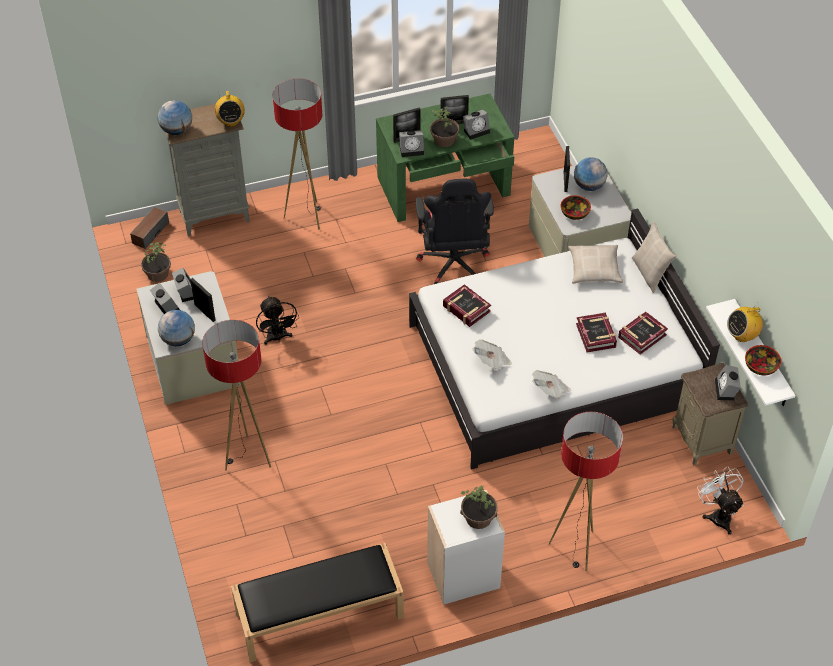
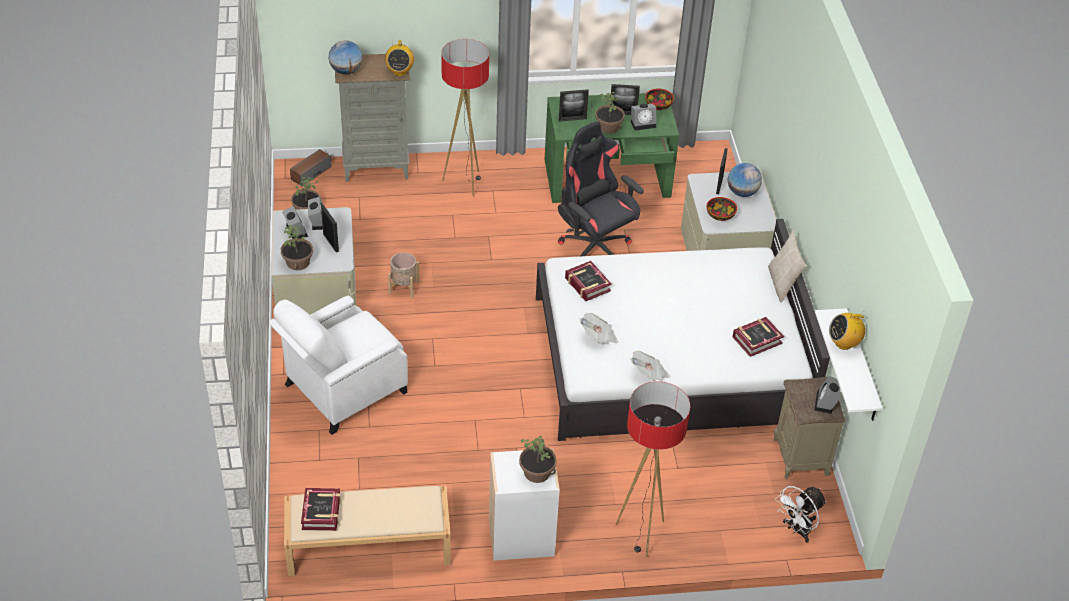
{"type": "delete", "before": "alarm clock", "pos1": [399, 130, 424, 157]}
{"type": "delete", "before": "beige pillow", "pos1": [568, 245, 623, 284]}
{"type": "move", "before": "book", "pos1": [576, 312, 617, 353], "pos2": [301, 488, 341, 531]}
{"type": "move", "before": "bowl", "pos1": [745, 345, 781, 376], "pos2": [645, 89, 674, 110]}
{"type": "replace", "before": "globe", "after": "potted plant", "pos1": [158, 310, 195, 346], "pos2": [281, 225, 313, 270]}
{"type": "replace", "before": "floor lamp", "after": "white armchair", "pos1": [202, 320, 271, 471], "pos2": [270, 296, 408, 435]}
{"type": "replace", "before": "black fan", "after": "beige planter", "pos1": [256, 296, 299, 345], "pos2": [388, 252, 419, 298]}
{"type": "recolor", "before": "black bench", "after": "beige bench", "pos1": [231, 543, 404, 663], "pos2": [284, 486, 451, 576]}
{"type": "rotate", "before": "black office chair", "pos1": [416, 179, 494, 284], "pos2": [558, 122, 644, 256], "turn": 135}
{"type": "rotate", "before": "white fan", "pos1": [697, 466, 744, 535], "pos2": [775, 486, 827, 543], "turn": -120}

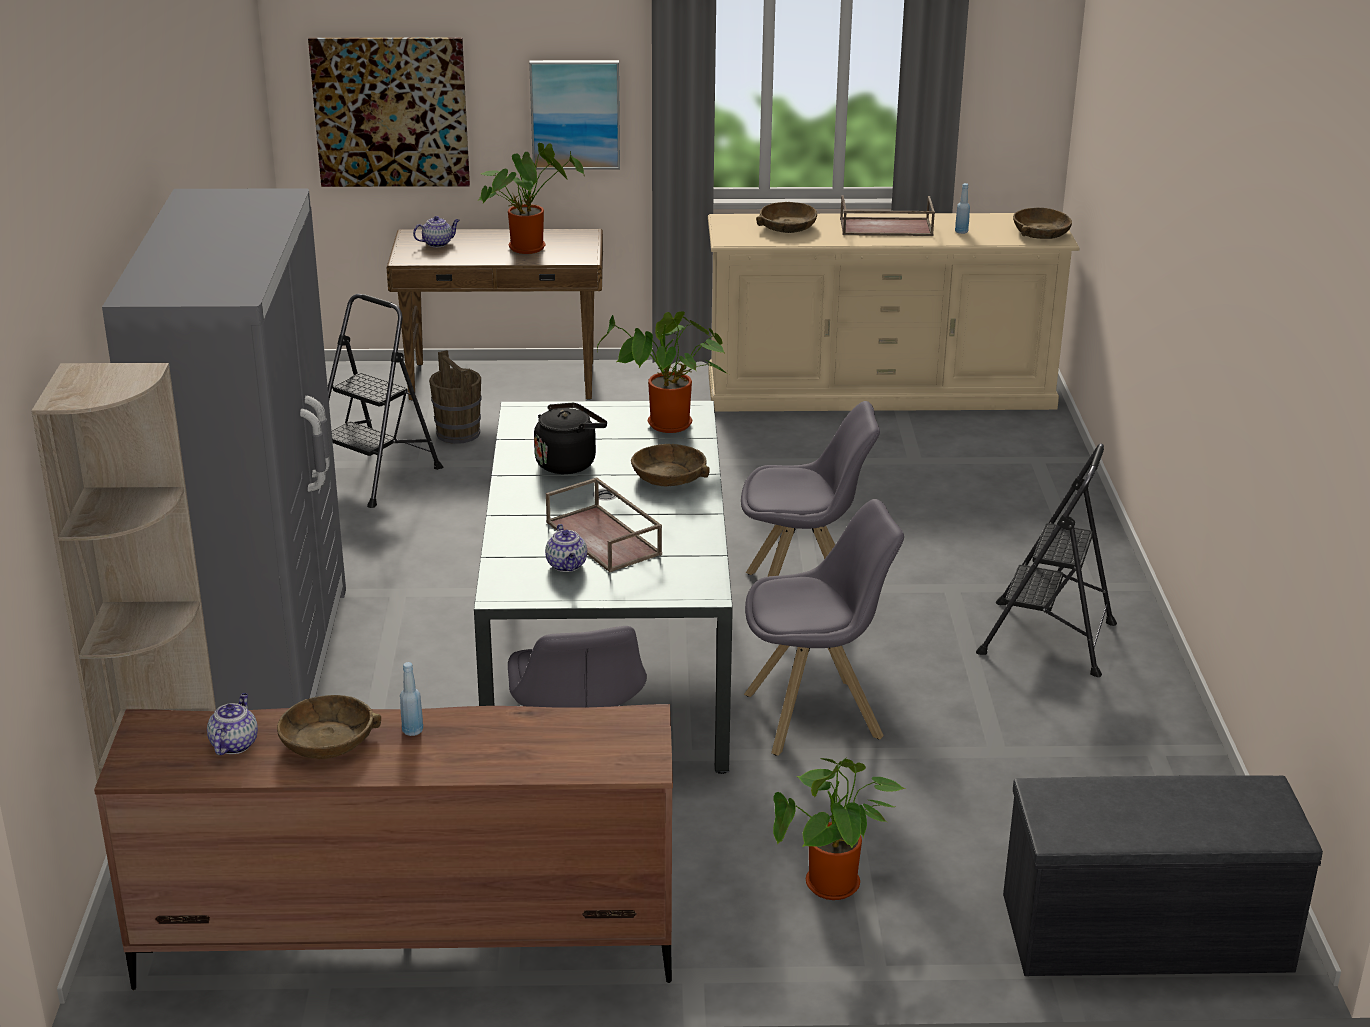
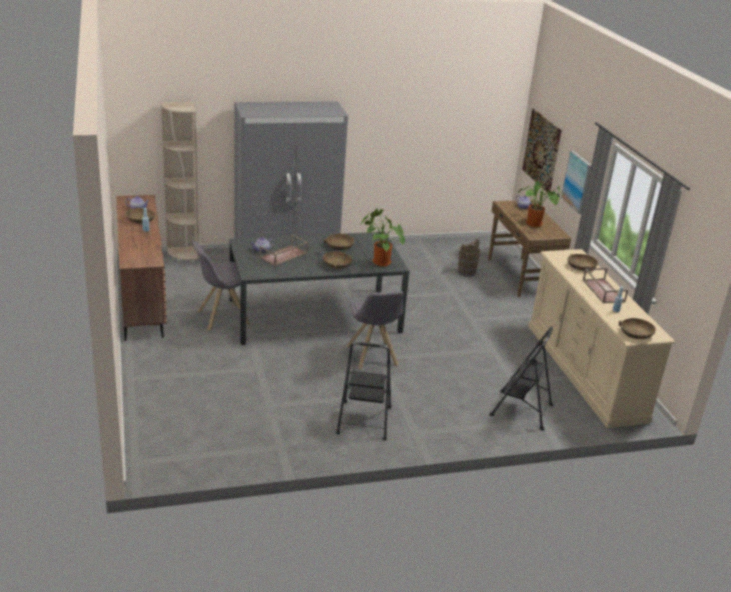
{"type": "delete", "before": "grey chair", "pos1": [744, 499, 904, 756]}
{"type": "delete", "before": "potted plant", "pos1": [773, 757, 905, 900]}
{"type": "delete", "before": "grey bench", "pos1": [1003, 775, 1323, 976]}
{"type": "move", "before": "black step ladder", "pos1": [328, 294, 443, 508], "pos2": [489, 326, 554, 431]}
{"type": "replace", "before": "black kettle", "after": "brown bowl", "pos1": [534, 403, 607, 474], "pos2": [324, 234, 355, 250]}

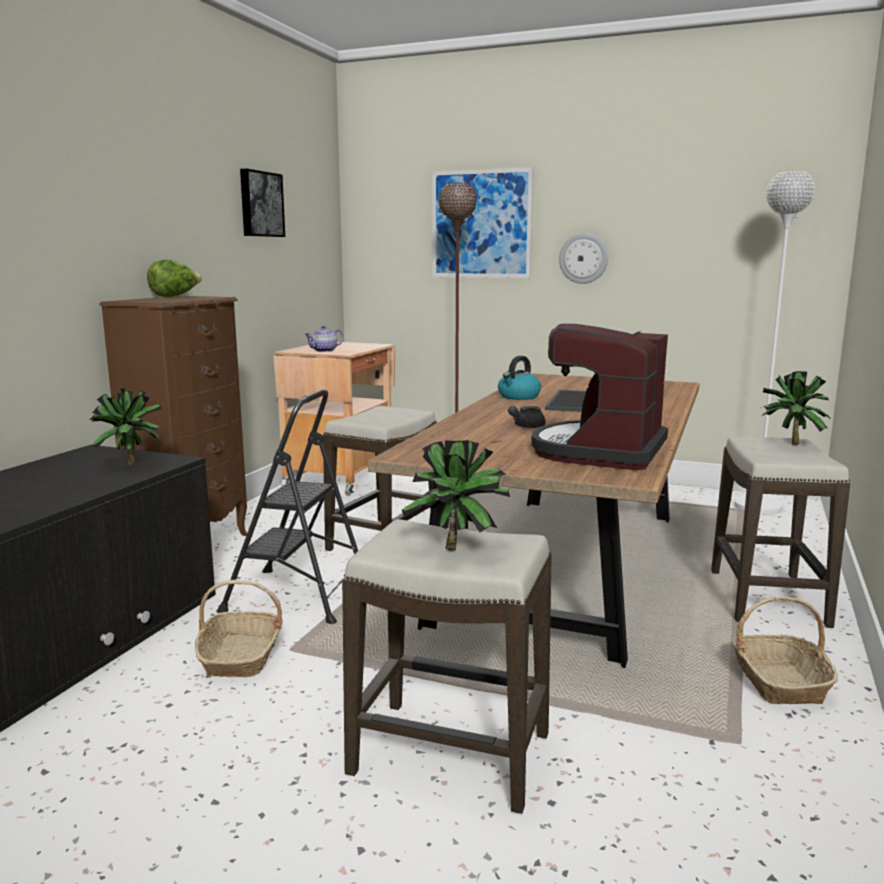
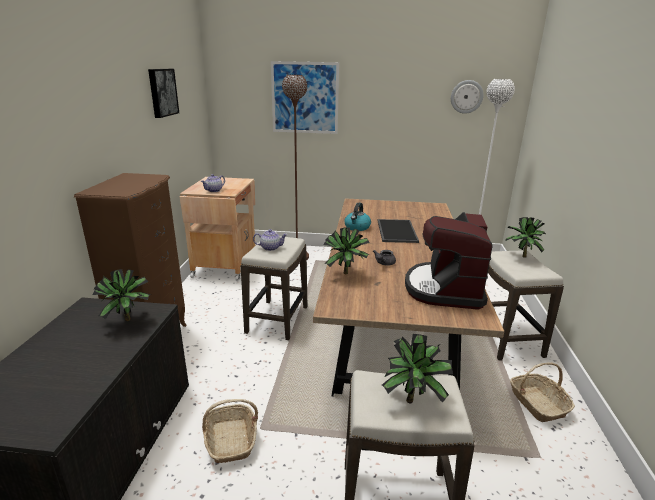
{"type": "delete", "before": "lettuce", "pos1": [147, 259, 202, 297]}
{"type": "delete", "before": "black step ladder", "pos1": [217, 389, 358, 624]}
{"type": "insert", "after": "teapot", "pos2": [253, 229, 287, 251]}
{"type": "insert", "after": "potted plant", "pos2": [323, 227, 370, 274]}
{"type": "move", "before": "wall clock", "pos1": [559, 233, 608, 284], "pos2": [451, 80, 484, 114]}

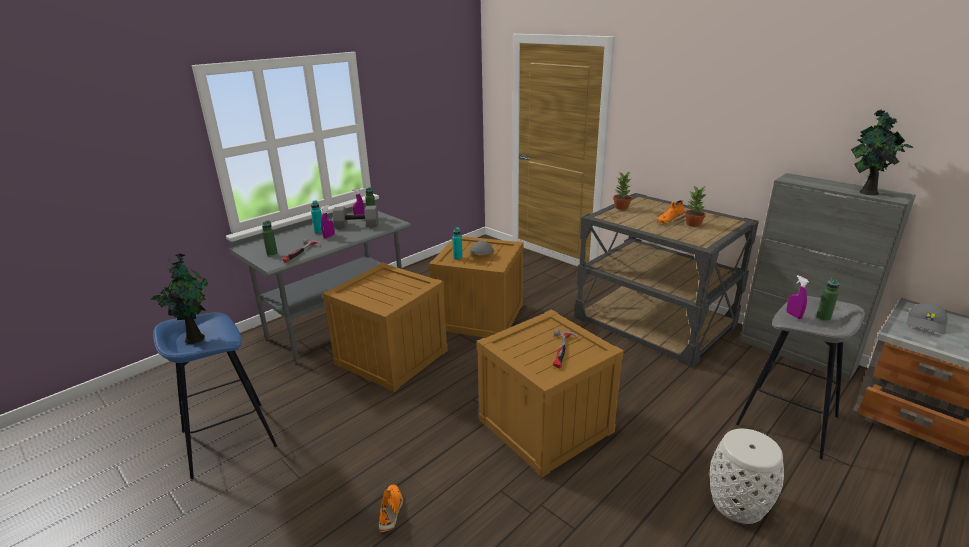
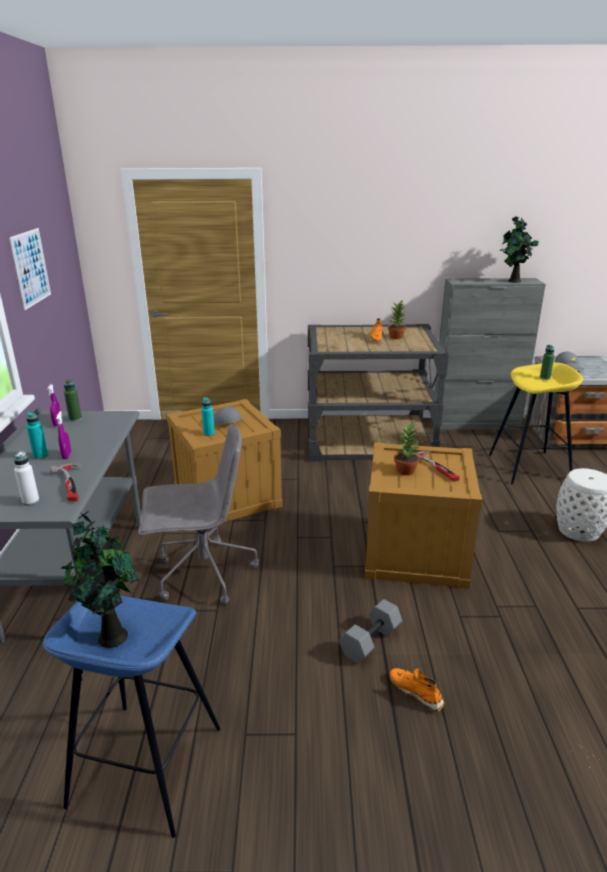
{"type": "delete", "before": "purple spray bottle", "pos1": [786, 275, 809, 319]}
{"type": "insert", "after": "picture", "pos2": [9, 228, 51, 310]}
{"type": "move", "before": "grey dumbbell", "pos1": [333, 205, 378, 228], "pos2": [339, 599, 402, 664]}
{"type": "move", "before": "potted plant", "pos1": [613, 171, 632, 210], "pos2": [394, 423, 421, 475]}
{"type": "replace", "before": "crate", "after": "grey office chair", "pos1": [322, 263, 448, 392], "pos2": [138, 423, 259, 605]}
{"type": "recolor", "before": "green bottle", "after": "white bottle", "pos1": [262, 220, 278, 257], "pos2": [14, 451, 39, 506]}
{"type": "recolor", "before": "grey stool", "after": "yellow stool", "pos1": [736, 296, 865, 459], "pos2": [489, 362, 583, 484]}

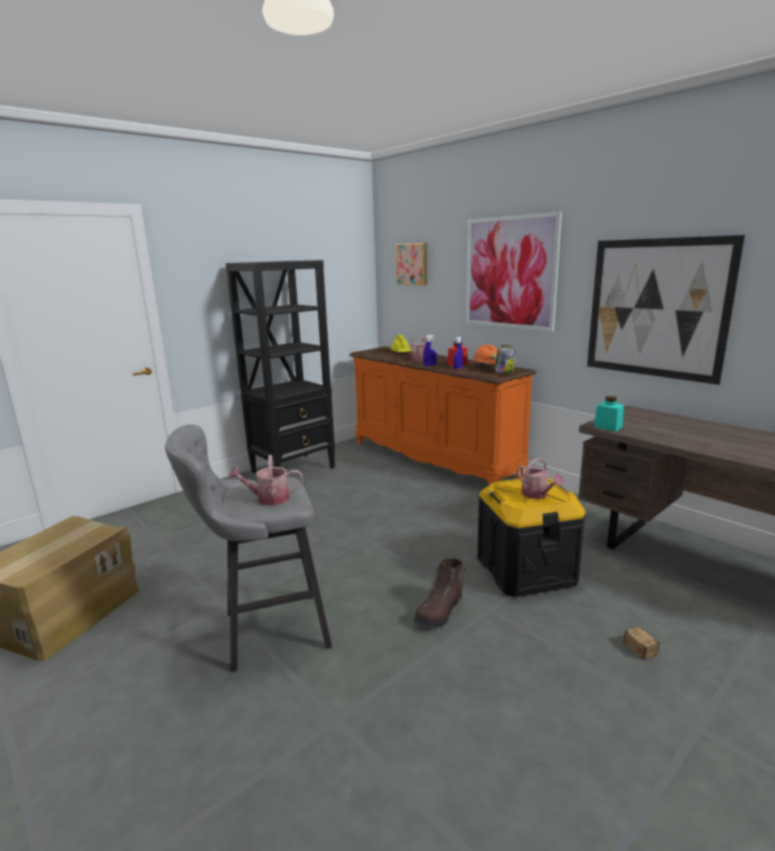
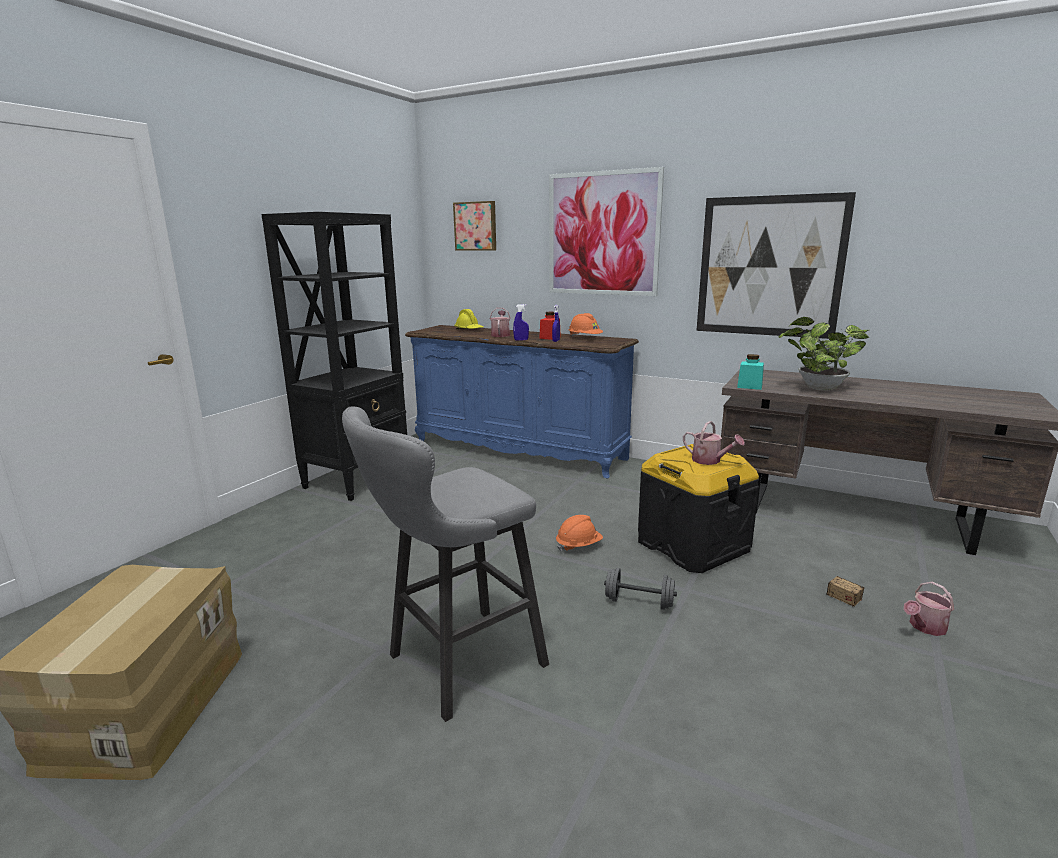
{"type": "delete", "before": "jar", "pos1": [495, 345, 515, 373]}
{"type": "insert", "after": "orange hard hat", "pos2": [556, 515, 603, 552]}
{"type": "insert", "after": "potted plant", "pos2": [778, 317, 869, 391]}
{"type": "move", "before": "watering can", "pos1": [228, 455, 303, 505], "pos2": [904, 581, 954, 636]}
{"type": "replace", "before": "brown boot", "after": "grey dumbbell", "pos1": [414, 558, 466, 629], "pos2": [604, 568, 677, 610]}
{"type": "recolor", "before": "orange cabinet", "after": "blue cabinet", "pos1": [349, 346, 536, 485], "pos2": [405, 325, 639, 478]}

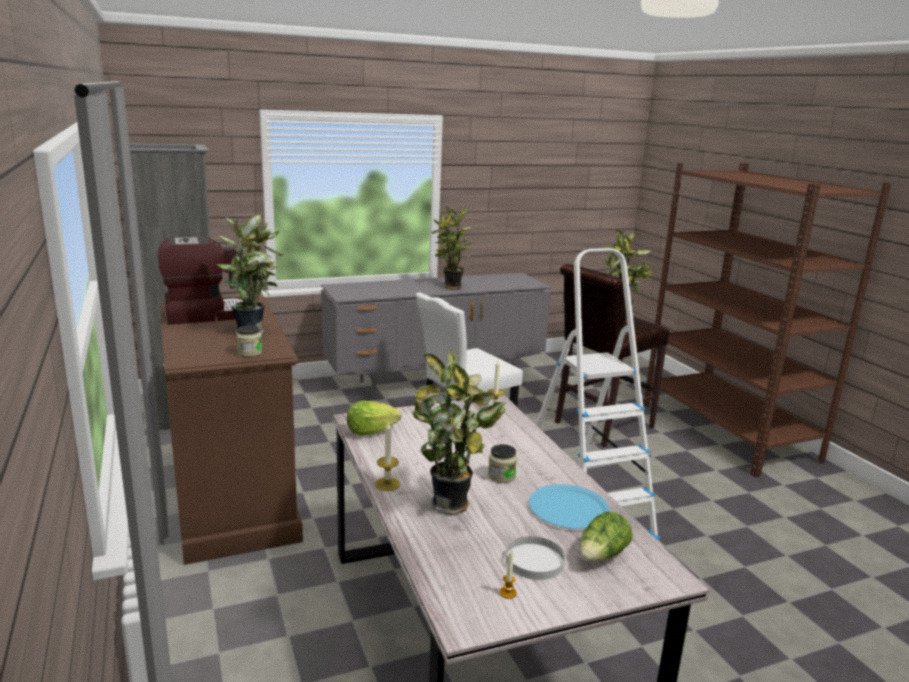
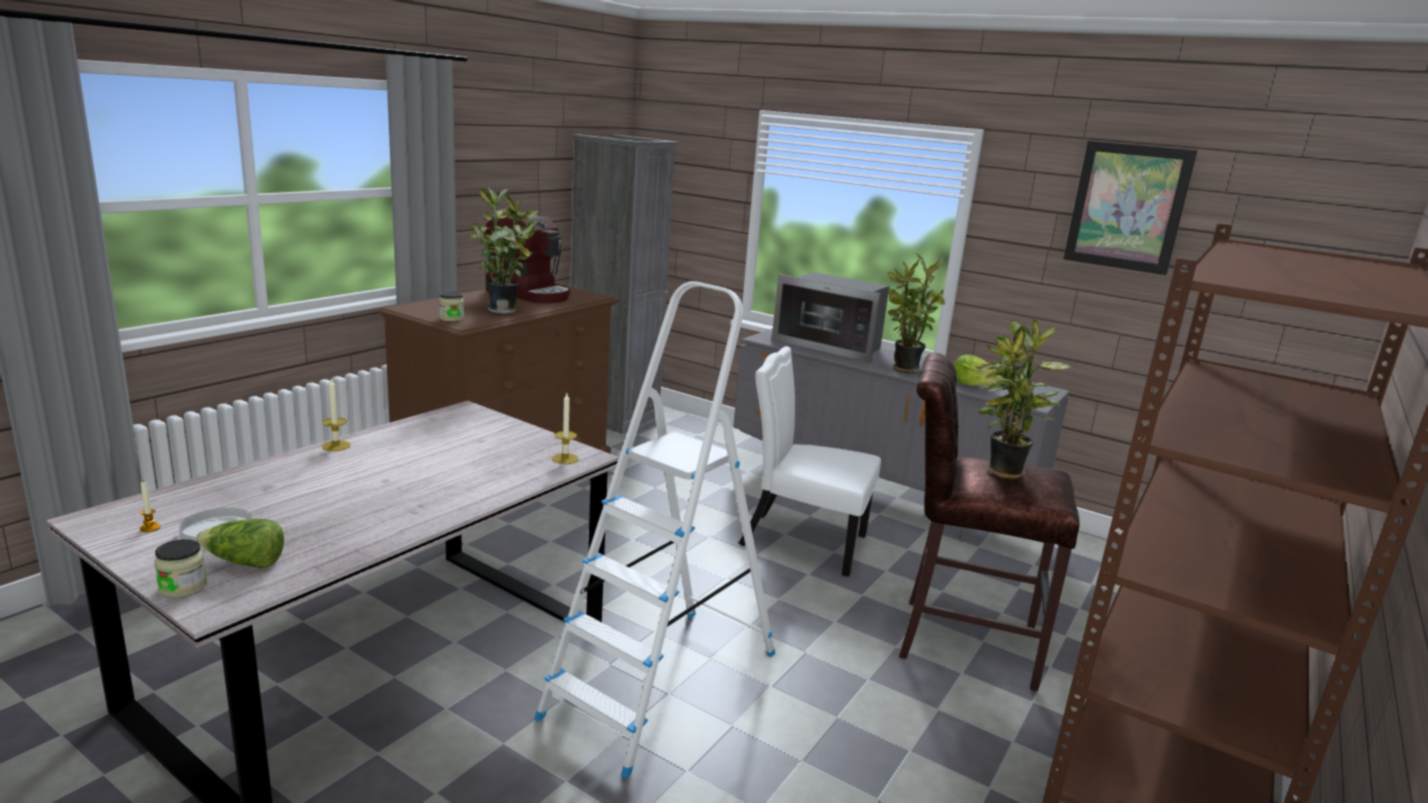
{"type": "delete", "before": "potted plant", "pos1": [412, 348, 506, 515]}
{"type": "delete", "before": "blue plate", "pos1": [529, 484, 610, 529]}
{"type": "insert", "after": "microwave", "pos2": [772, 272, 889, 363]}
{"type": "insert", "after": "picture", "pos2": [1064, 141, 1197, 275]}
{"type": "move", "before": "lettuce", "pos1": [347, 401, 401, 436], "pos2": [954, 355, 1002, 386]}
{"type": "move", "before": "jar", "pos1": [488, 444, 517, 483], "pos2": [154, 539, 207, 598]}

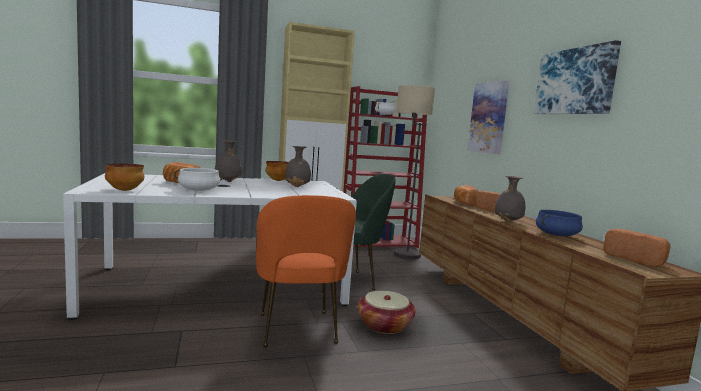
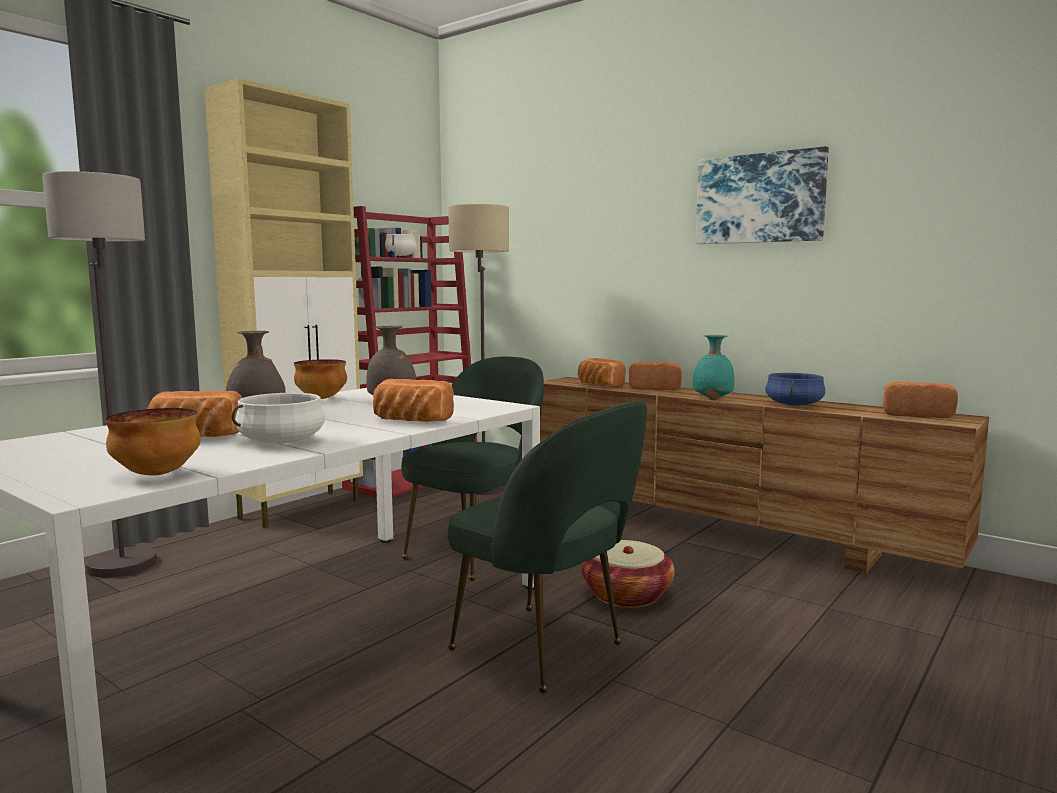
{"type": "delete", "before": "picture", "pos1": [468, 80, 510, 154]}
{"type": "insert", "after": "grey floor lamp", "pos2": [42, 171, 157, 577]}
{"type": "insert", "after": "bread", "pos2": [373, 379, 454, 422]}
{"type": "recolor", "before": "orange chair", "after": "green chair", "pos1": [256, 195, 356, 347], "pos2": [448, 401, 647, 693]}
{"type": "recolor", "before": "grey vase", "after": "turquoise vase", "pos1": [495, 176, 525, 222], "pos2": [693, 335, 734, 400]}

